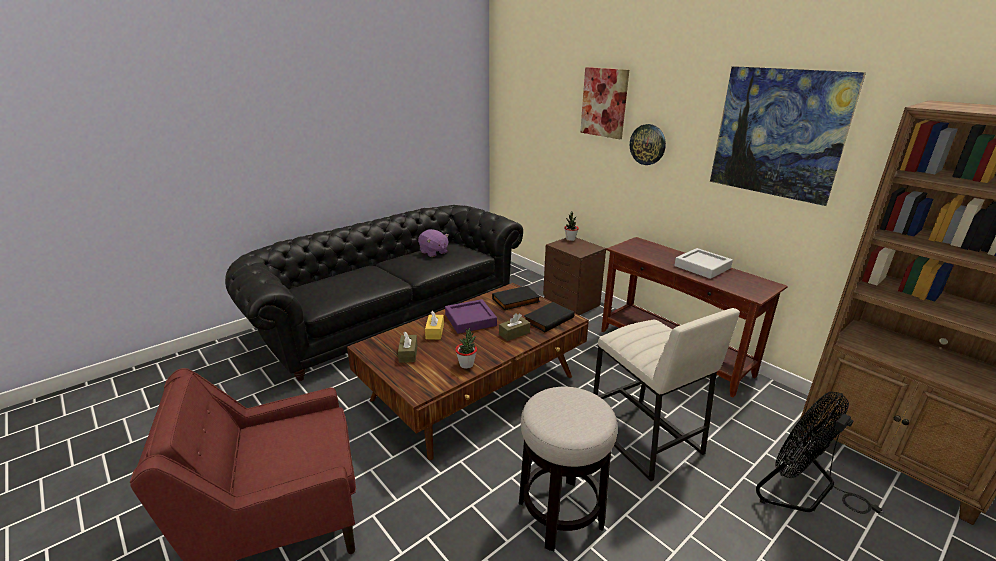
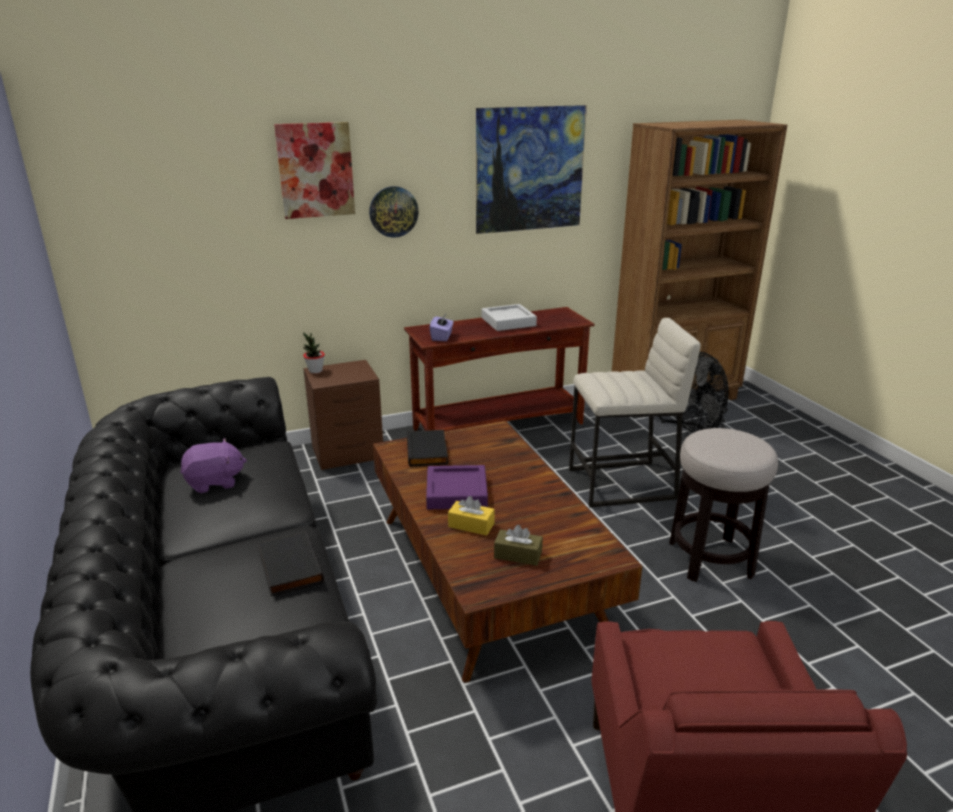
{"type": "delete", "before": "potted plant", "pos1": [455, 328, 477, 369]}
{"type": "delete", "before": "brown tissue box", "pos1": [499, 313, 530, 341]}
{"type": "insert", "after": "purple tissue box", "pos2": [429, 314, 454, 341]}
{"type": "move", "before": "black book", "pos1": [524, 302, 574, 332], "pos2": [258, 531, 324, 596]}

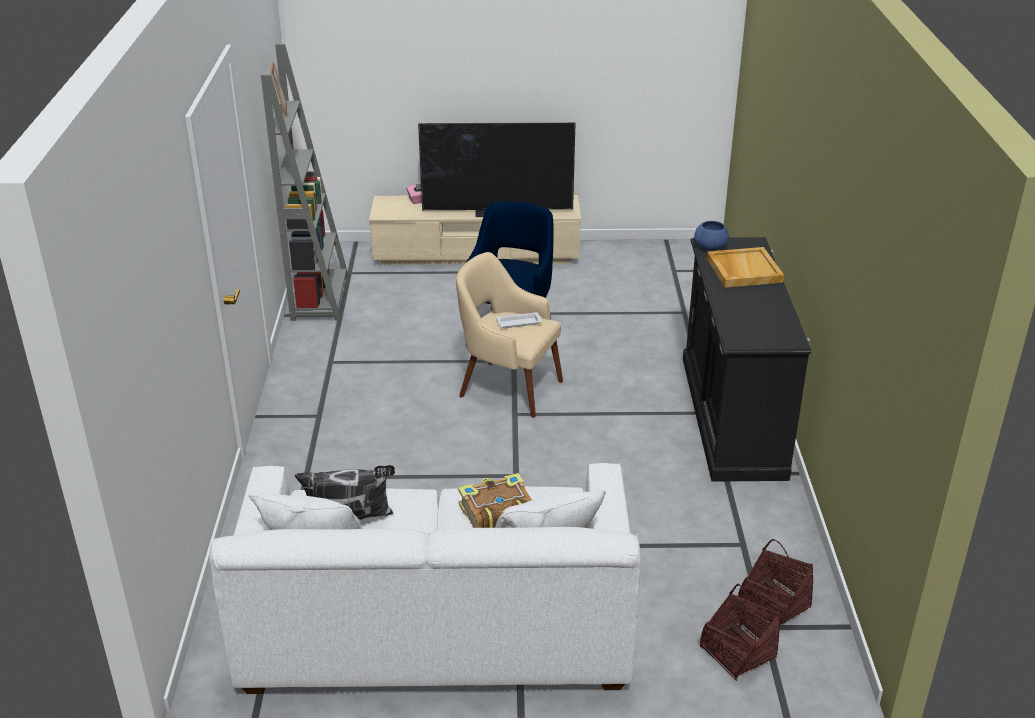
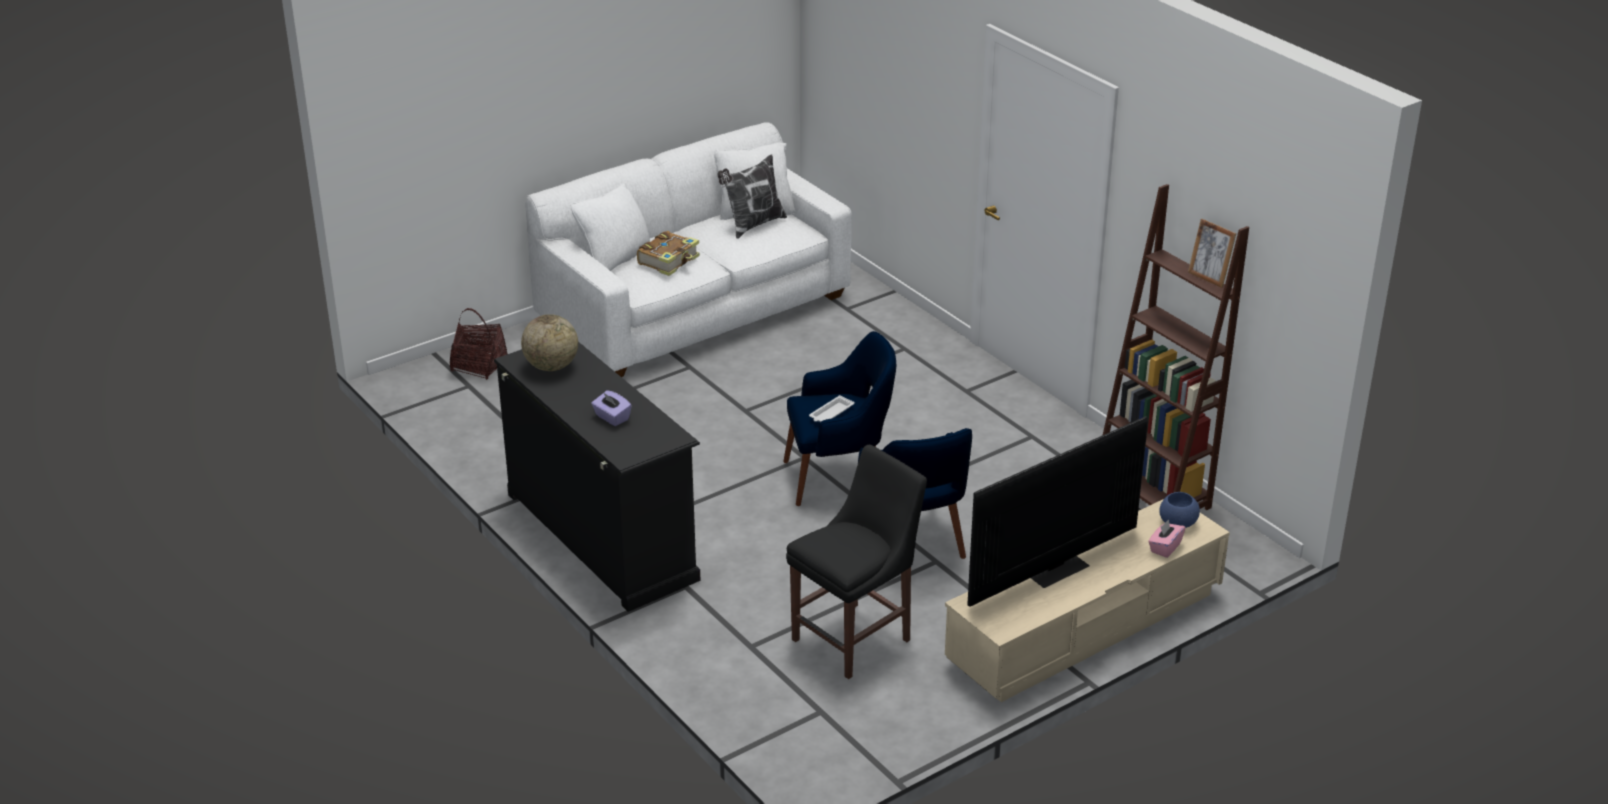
{"type": "delete", "before": "basket", "pos1": [738, 539, 813, 625]}
{"type": "insert", "after": "globe", "pos2": [521, 314, 578, 371]}
{"type": "insert", "after": "black chair", "pos2": [786, 445, 927, 679]}
{"type": "move", "before": "blue bowl", "pos1": [694, 221, 729, 251], "pos2": [1159, 492, 1200, 528]}
{"type": "replace", "before": "beige tray", "after": "purple tissue box", "pos1": [707, 247, 784, 288], "pos2": [591, 390, 632, 426]}
{"type": "recolor", "before": "grey bookcase", "after": "brown bookcase", "pos1": [261, 44, 349, 321], "pos2": [1103, 184, 1249, 510]}
{"type": "recolor", "before": "beige armchair", "after": "blue armchair", "pos1": [456, 252, 563, 418], "pos2": [783, 331, 896, 506]}

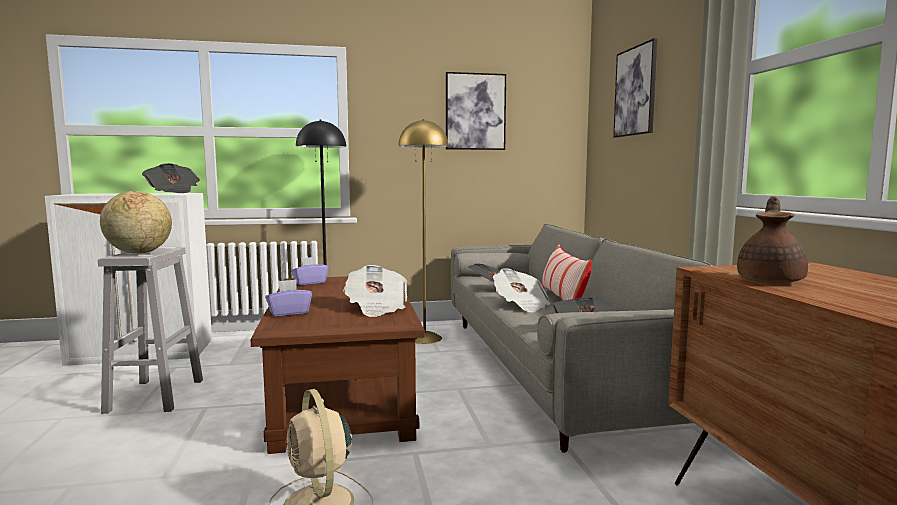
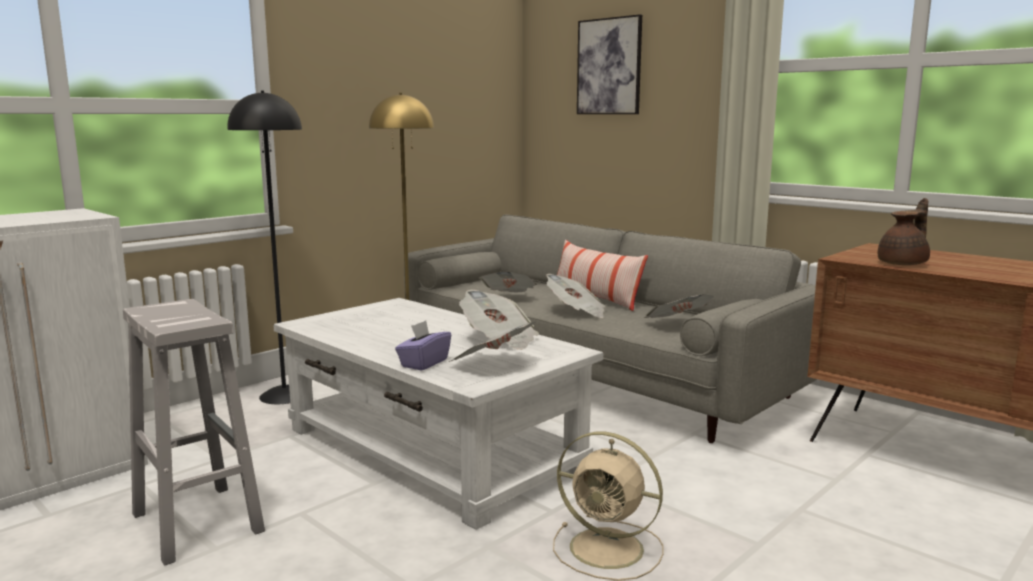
{"type": "delete", "before": "globe", "pos1": [100, 191, 172, 254]}
{"type": "delete", "before": "purple tissue box", "pos1": [291, 257, 329, 285]}
{"type": "delete", "before": "picture", "pos1": [446, 72, 506, 150]}
{"type": "move", "before": "newspaper", "pos1": [142, 163, 200, 193], "pos2": [449, 322, 536, 362]}
{"type": "recolor", "before": "brown coffee table", "after": "white coffee table", "pos1": [250, 276, 425, 454], "pos2": [273, 298, 603, 530]}
{"type": "rotate", "before": "brown teapot", "pos1": [737, 196, 808, 283], "pos2": [877, 198, 930, 265], "turn": 60}

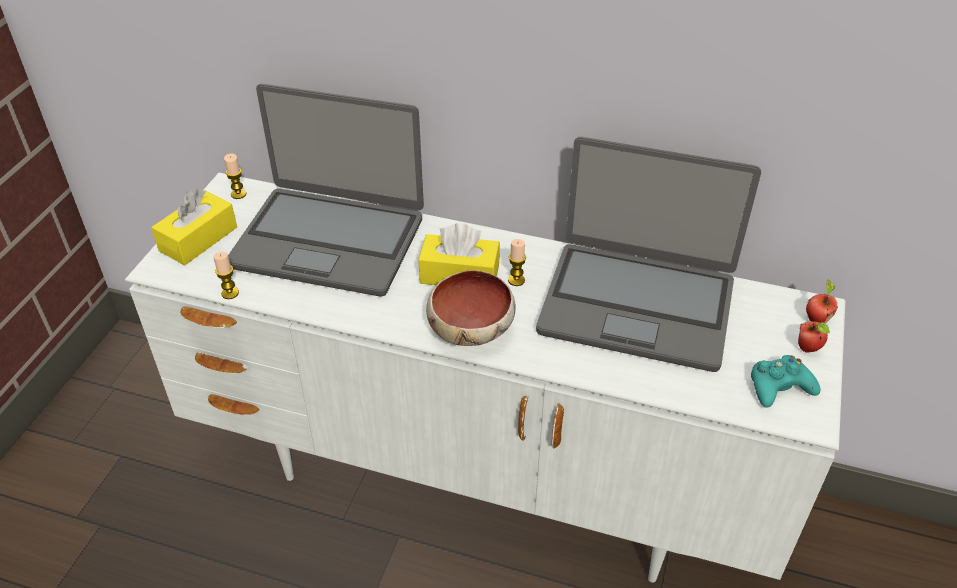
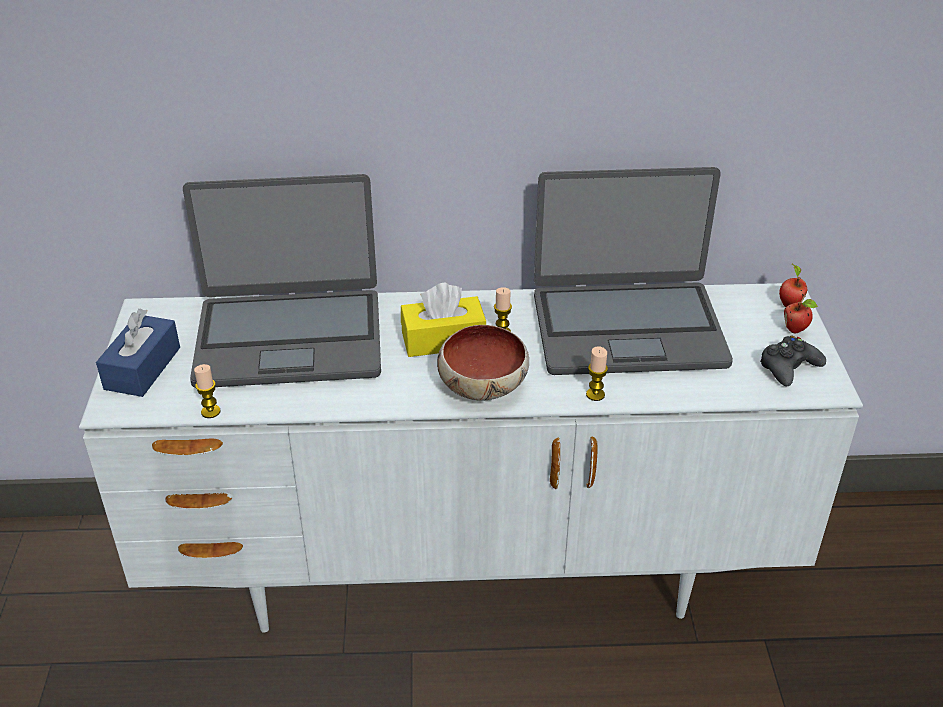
{"type": "move", "before": "candle", "pos1": [224, 154, 246, 199], "pos2": [586, 346, 608, 401]}
{"type": "recolor", "before": "yellow tissue box", "after": "blue tissue box", "pos1": [151, 188, 237, 265], "pos2": [96, 309, 180, 397]}
{"type": "recolor", "before": "turquoise game controller", "after": "black game controller", "pos1": [751, 355, 820, 408], "pos2": [760, 335, 826, 386]}

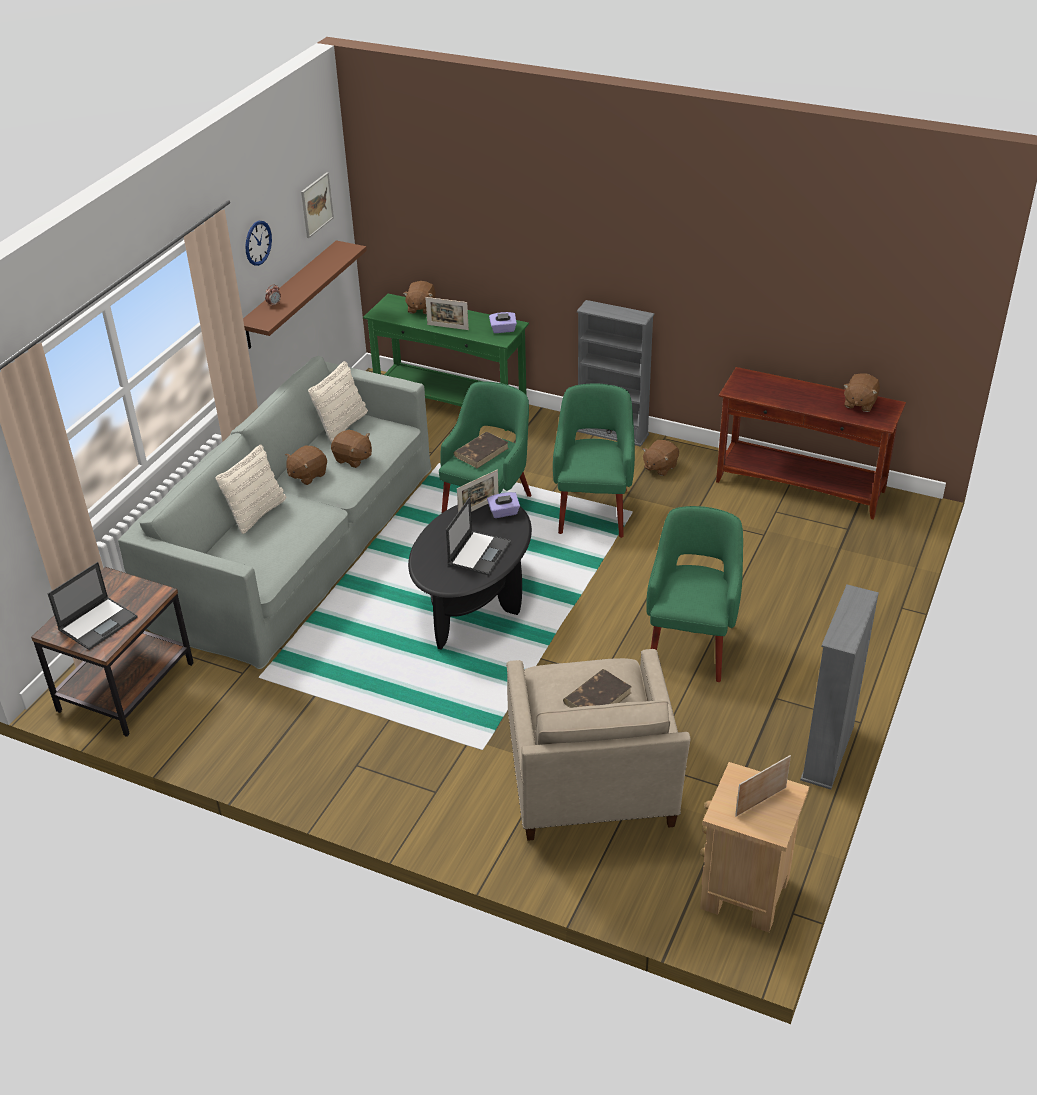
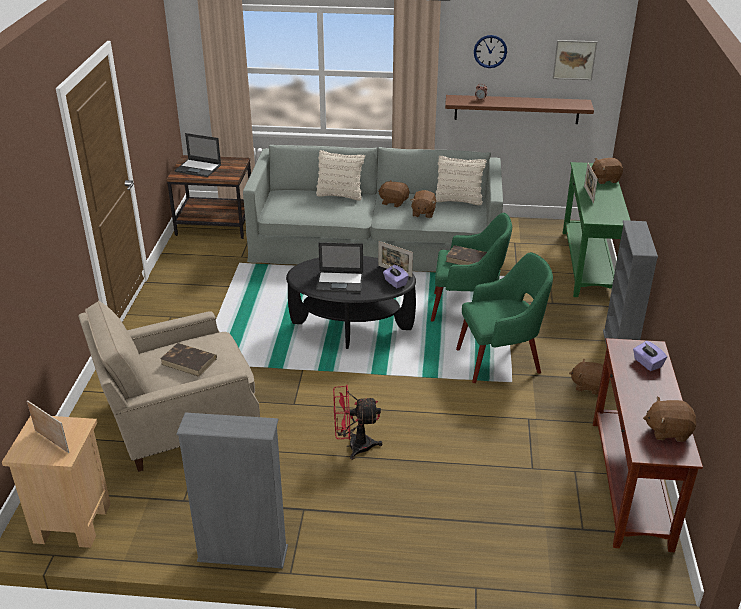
{"type": "move", "before": "purple tissue box", "pos1": [489, 312, 517, 333], "pos2": [633, 341, 667, 371]}
{"type": "replace", "before": "green armchair", "after": "red fan", "pos1": [646, 506, 743, 682], "pos2": [333, 385, 382, 460]}

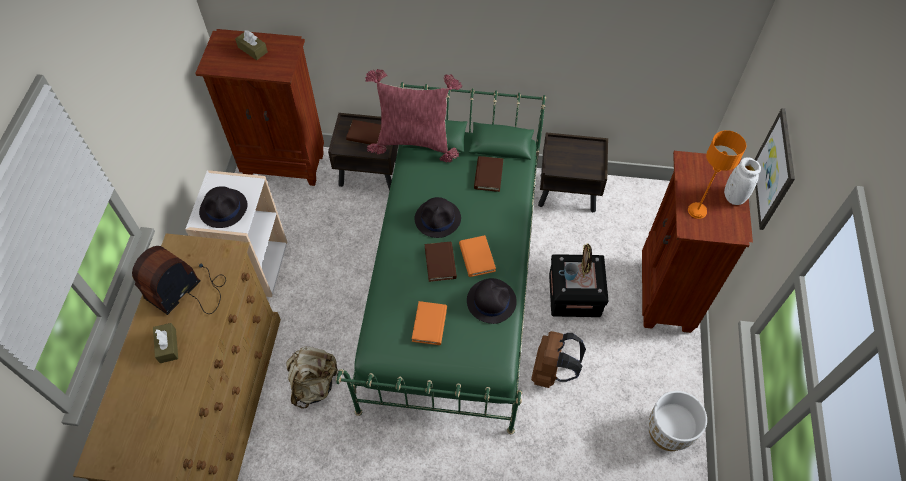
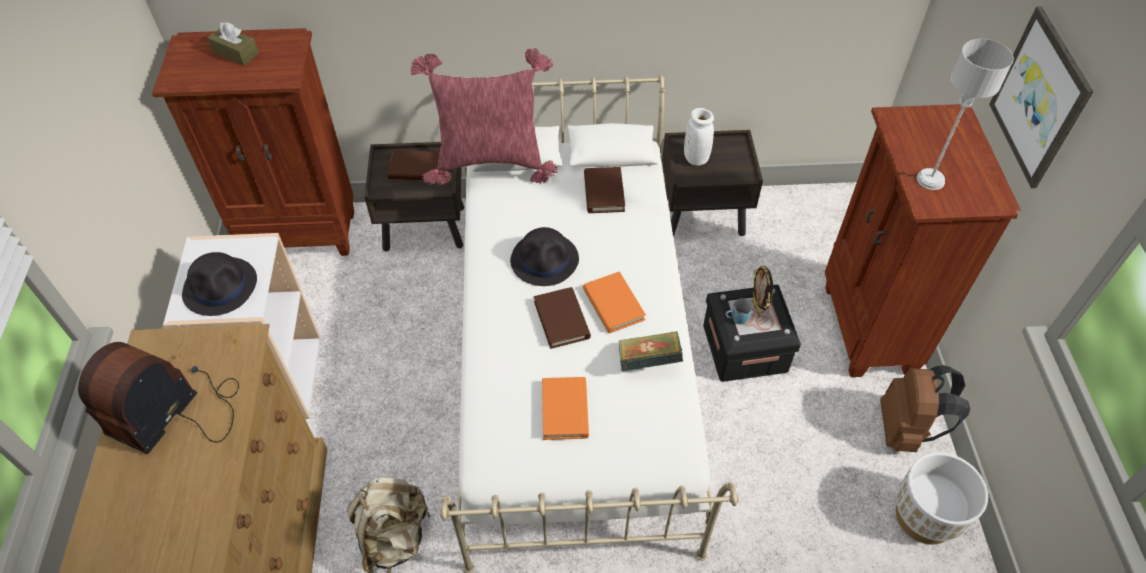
{"type": "delete", "before": "brown tissue box", "pos1": [153, 323, 178, 363]}
{"type": "move", "before": "brown backpack", "pos1": [531, 331, 586, 388], "pos2": [880, 365, 970, 452]}
{"type": "move", "before": "white vase", "pos1": [724, 157, 761, 205], "pos2": [684, 108, 714, 166]}
{"type": "replace", "before": "black hat", "after": "book", "pos1": [467, 278, 517, 324], "pos2": [619, 331, 683, 372]}
{"type": "recolor", "before": "green bed", "after": "white bed", "pos1": [336, 82, 546, 434], "pos2": [440, 74, 739, 573]}
{"type": "recolor", "before": "orange table lamp", "after": "grey table lamp", "pos1": [688, 130, 746, 219], "pos2": [916, 39, 1014, 190]}

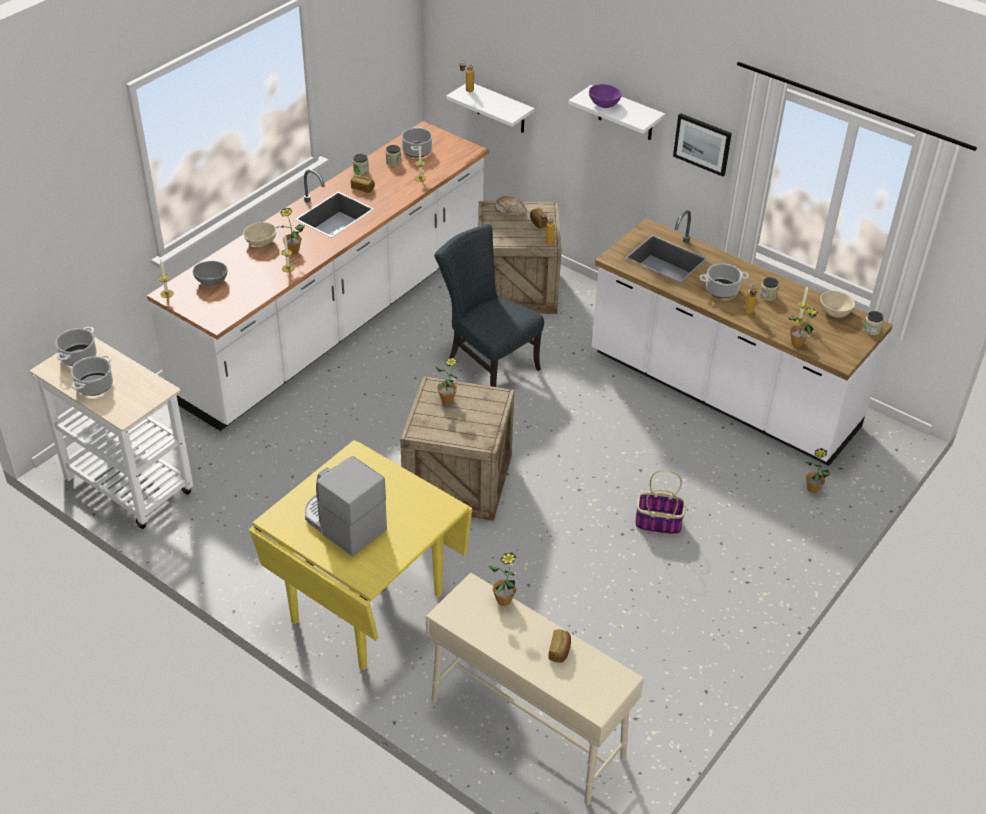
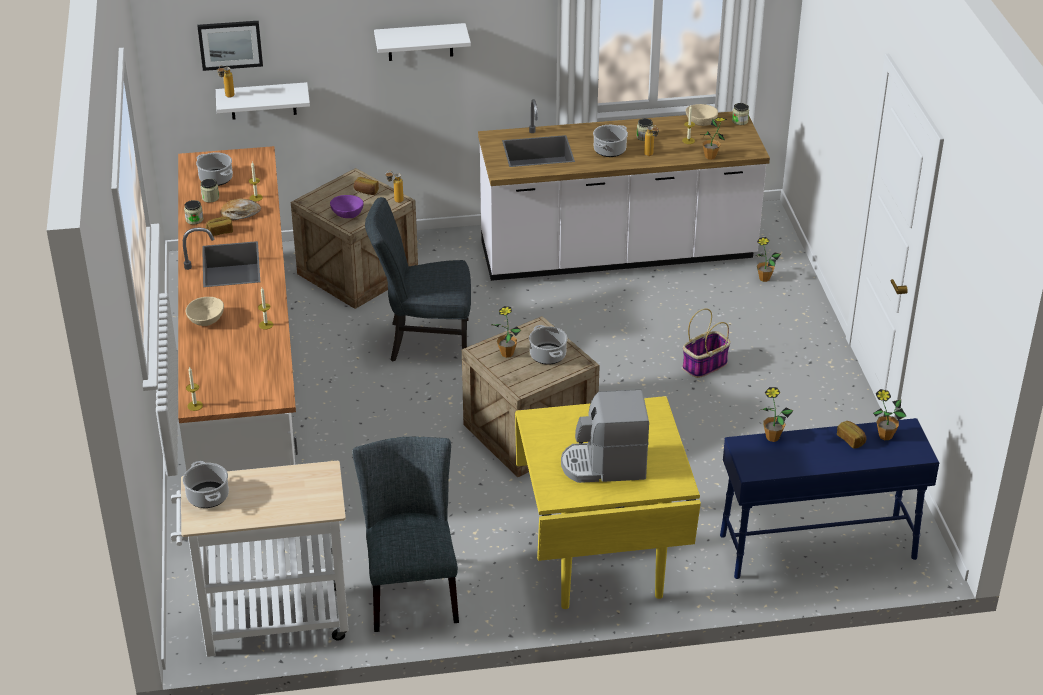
{"type": "delete", "before": "grey bowl", "pos1": [193, 261, 227, 286]}
{"type": "insert", "after": "grey chair", "pos2": [352, 437, 459, 632]}
{"type": "move", "before": "cooking pot", "pos1": [71, 355, 113, 396], "pos2": [529, 325, 568, 365]}
{"type": "move", "before": "potted plant", "pos1": [277, 208, 305, 254], "pos2": [873, 389, 906, 440]}
{"type": "move", "before": "bread", "pos1": [494, 196, 527, 216], "pos2": [221, 199, 261, 220]}
{"type": "move", "before": "purple bowl", "pos1": [589, 84, 622, 108], "pos2": [330, 195, 364, 218]}
{"type": "move", "before": "picture", "pos1": [673, 113, 732, 177], "pos2": [197, 21, 263, 71]}
{"type": "recolor", "before": "beige console table", "after": "blue console table", "pos1": [426, 573, 644, 805], "pos2": [720, 418, 939, 579]}

